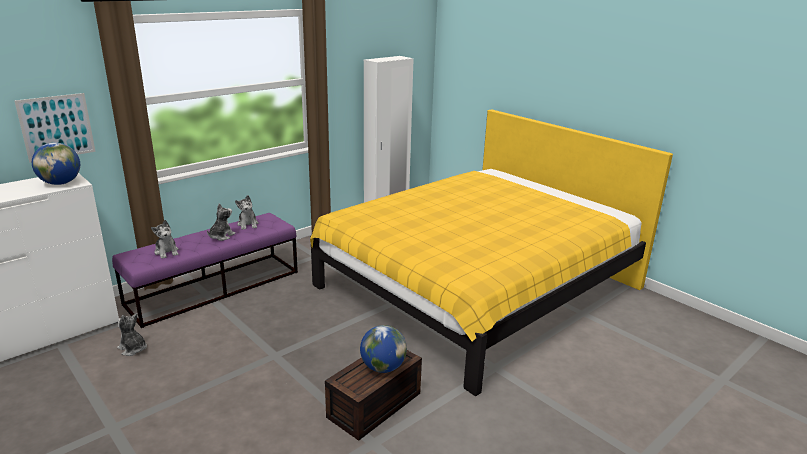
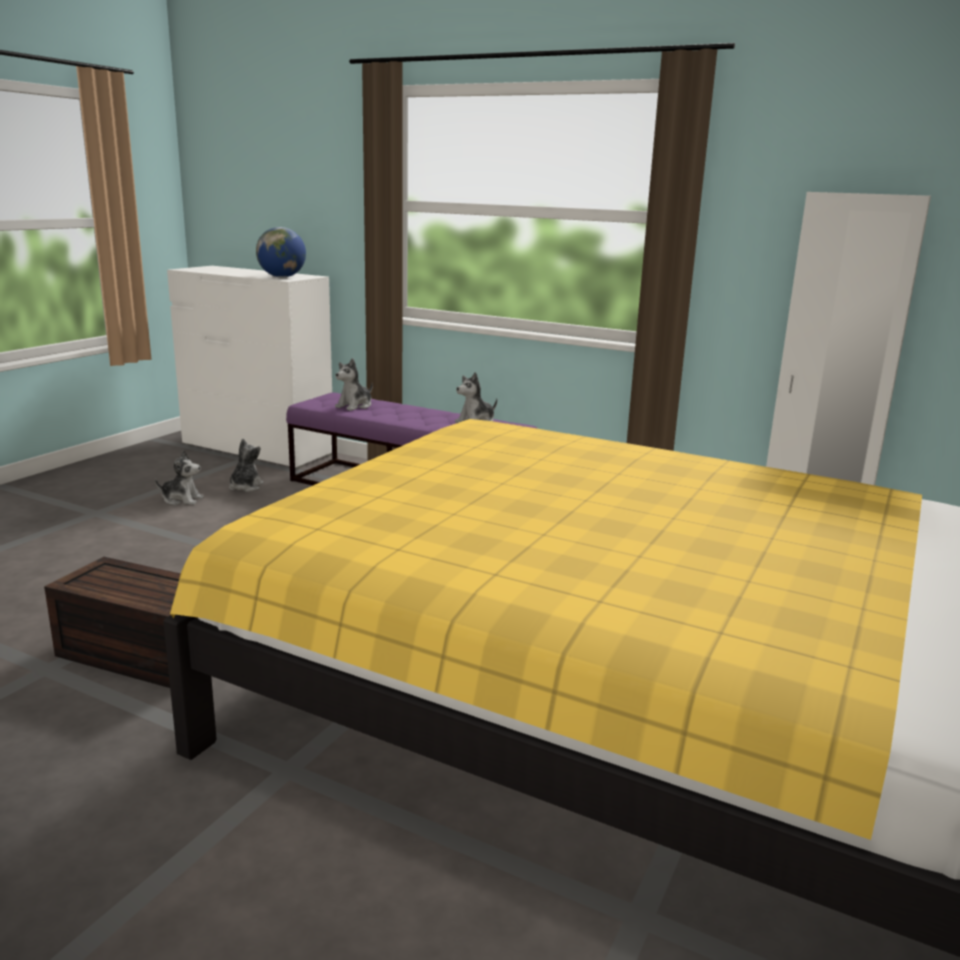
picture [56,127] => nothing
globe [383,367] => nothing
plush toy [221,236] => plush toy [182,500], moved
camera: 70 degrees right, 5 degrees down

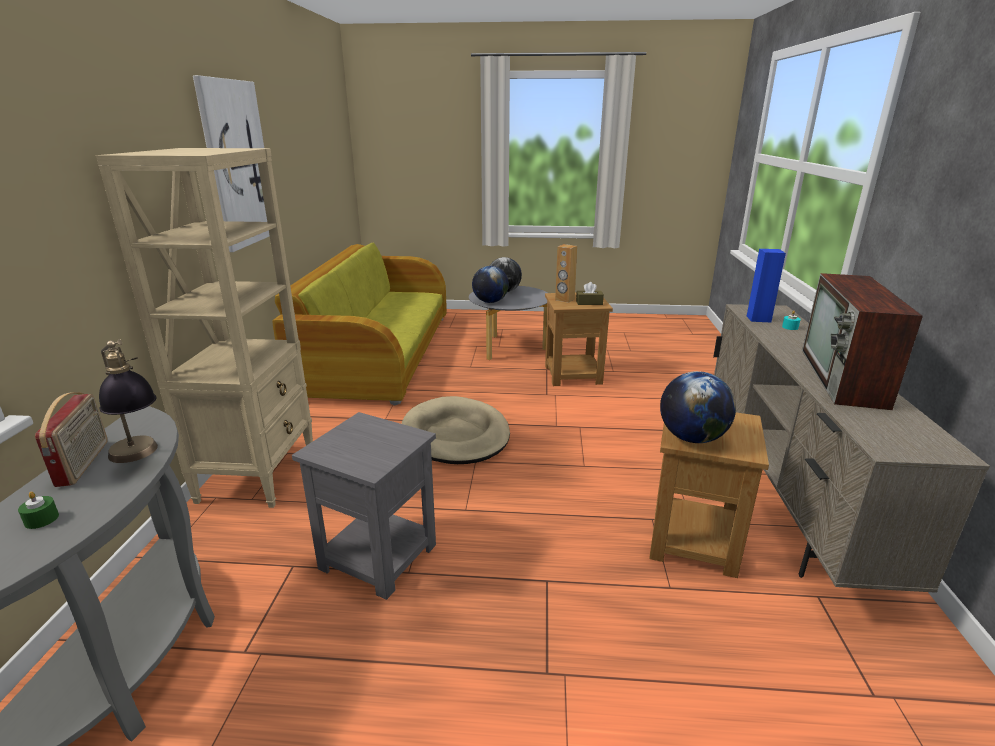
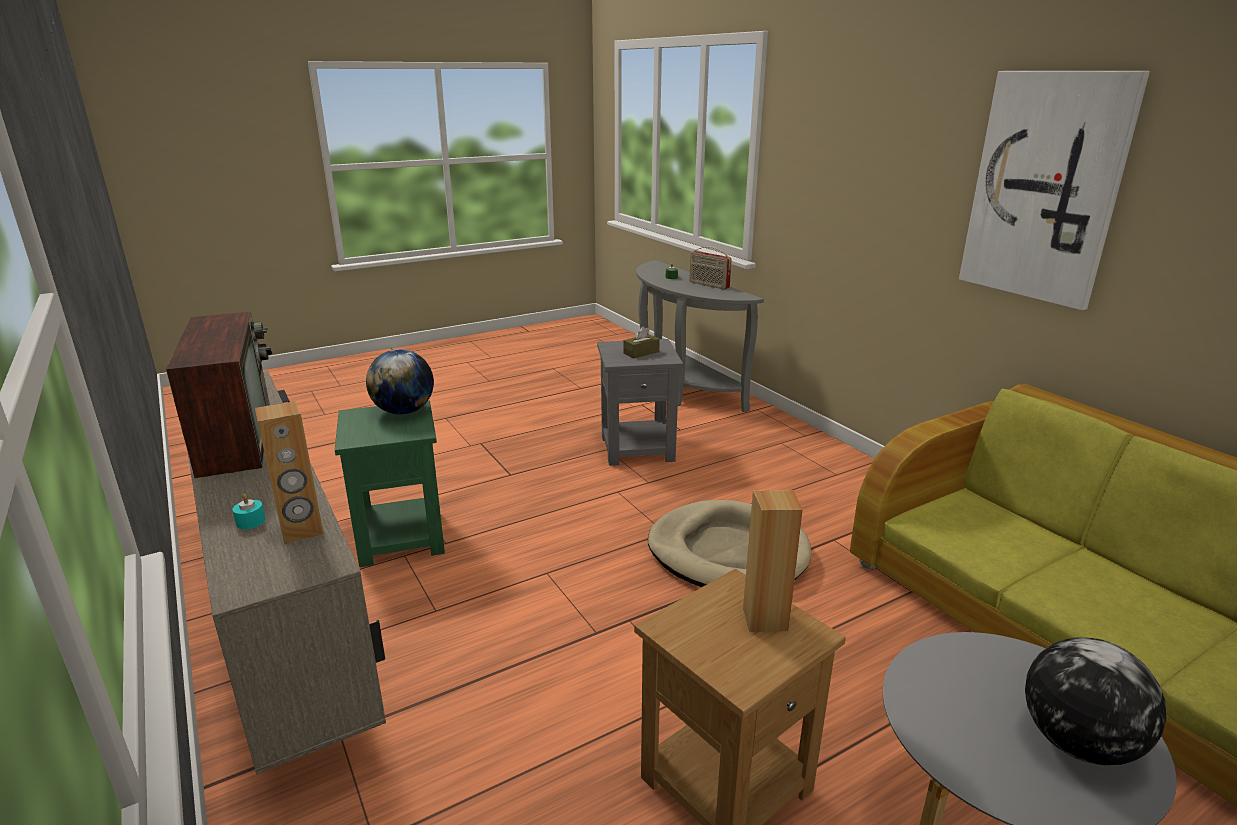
beige bookcase [259,474] => nothing
table lamp [140,458] => nothing
globe [490,302] => nothing
brown tissue box [589,303] => brown tissue box [641,352], moved
brown side table [693,540] => green side table [401,538]
blue speaker [758,319] => brown speaker [302,531]
camera: 145 degrees right, 0 degrees up

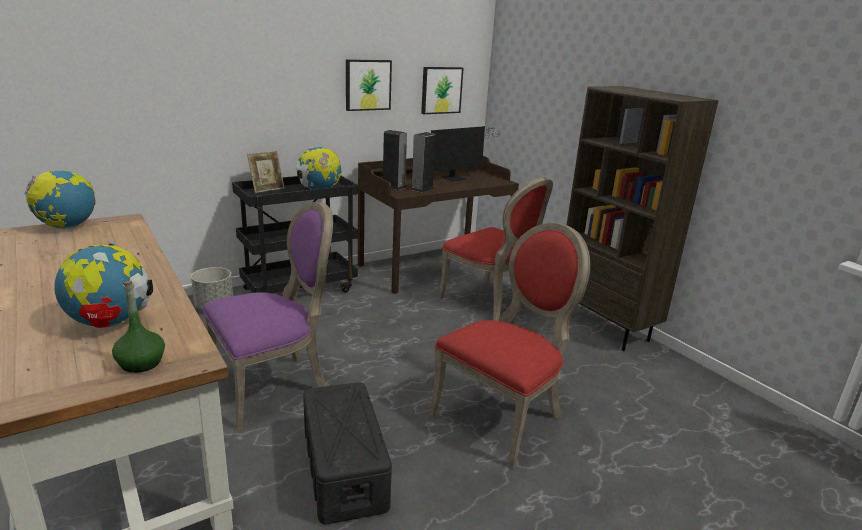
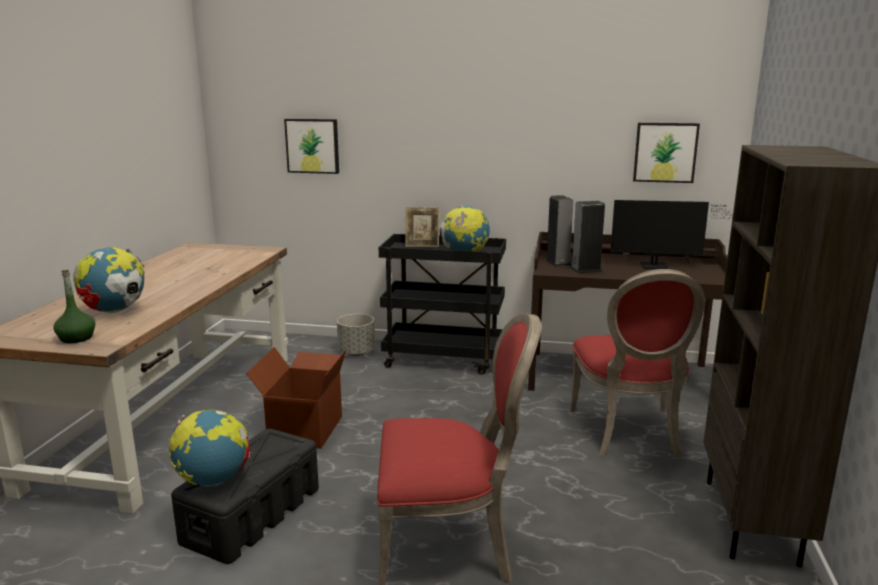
globe [67,227] => globe [213,480], moved
picture [367,85] => picture [313,146], moved
purple chair [274,386] => cardboard box [304,429]
camera: 45 degrees right, 5 degrees down

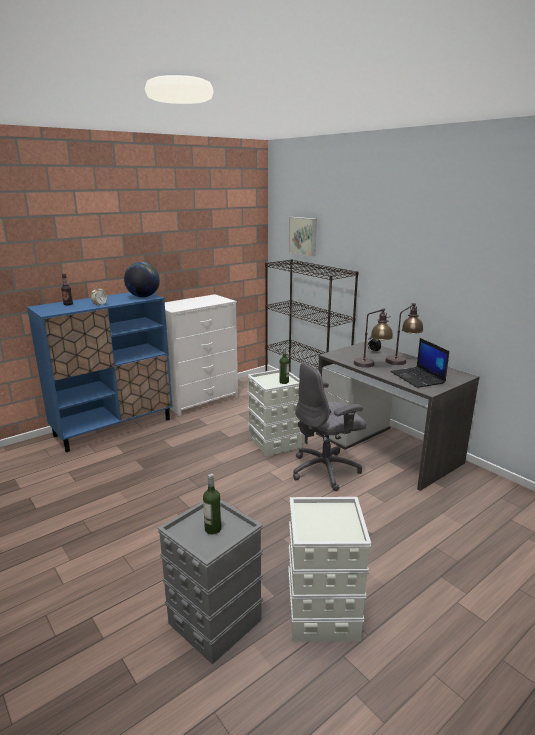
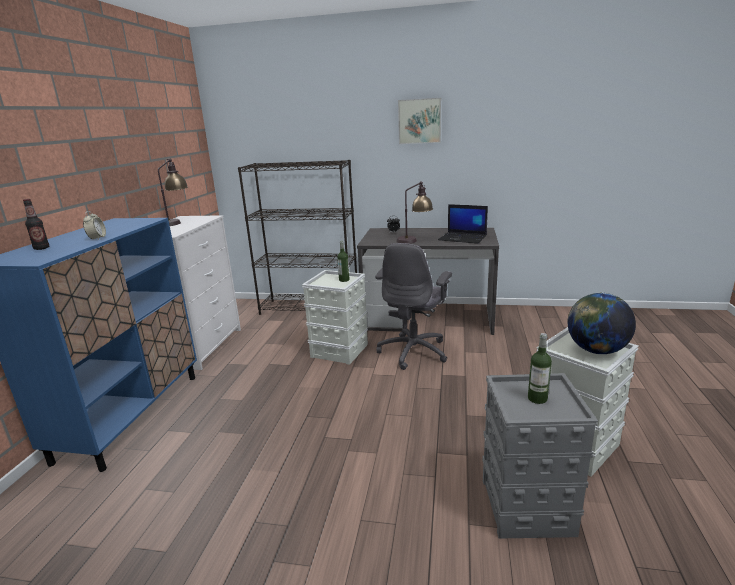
globe [143,297] => globe [596,351], moved
picture [303,236] => picture [419,121], moved
table lamp [402,360] => table lamp [176,222], moved
camera: 40 degrees left, 0 degrees up

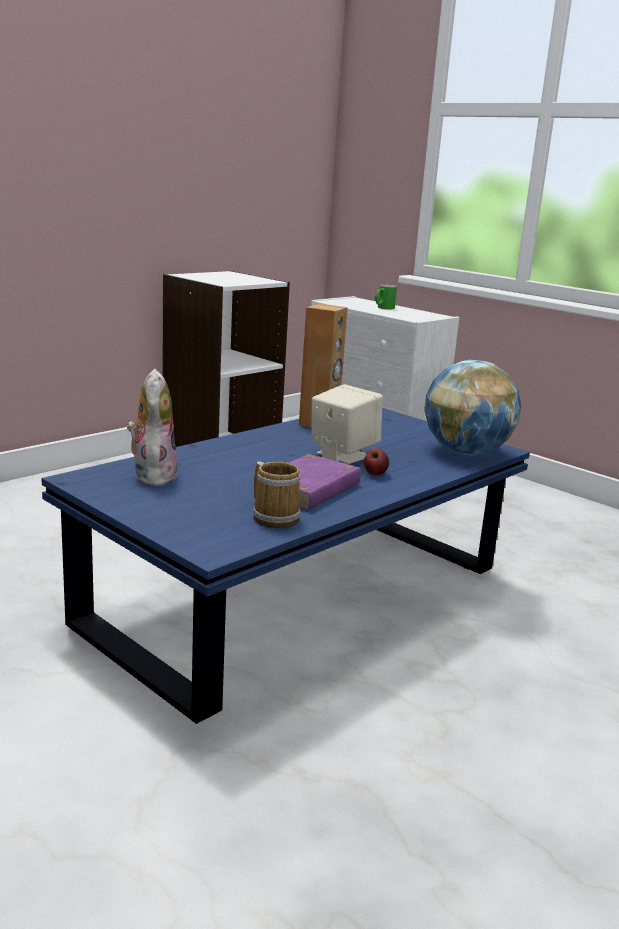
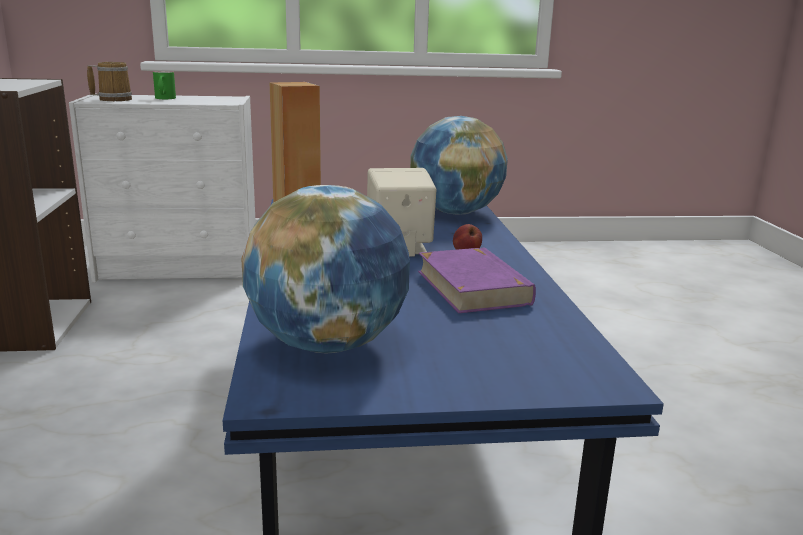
mug [275,517] => mug [113,99], moved
plush toy [152,475] => globe [328,345]
camera: 50 degrees left, 0 degrees up

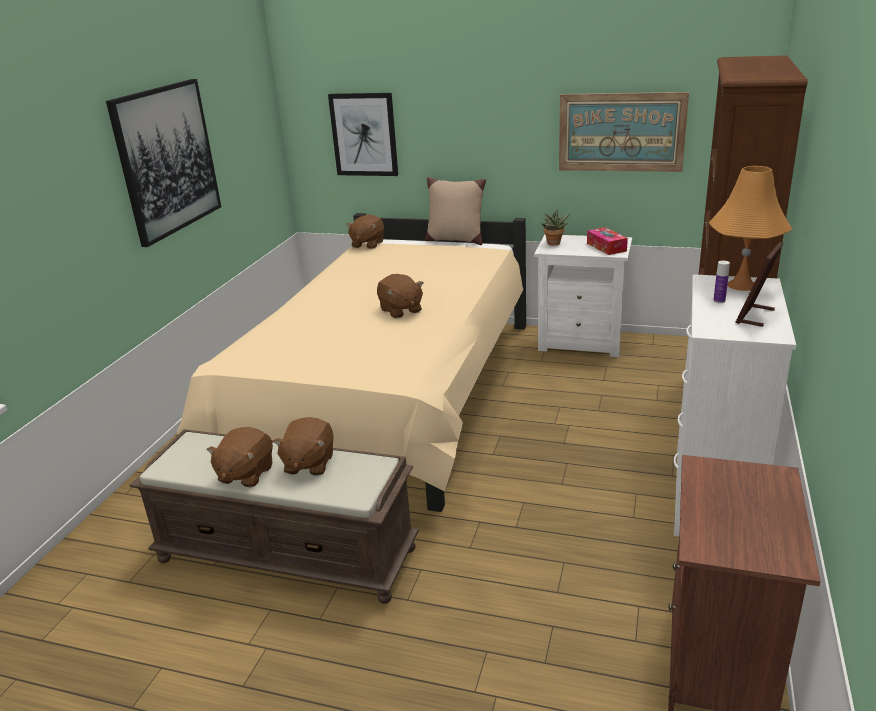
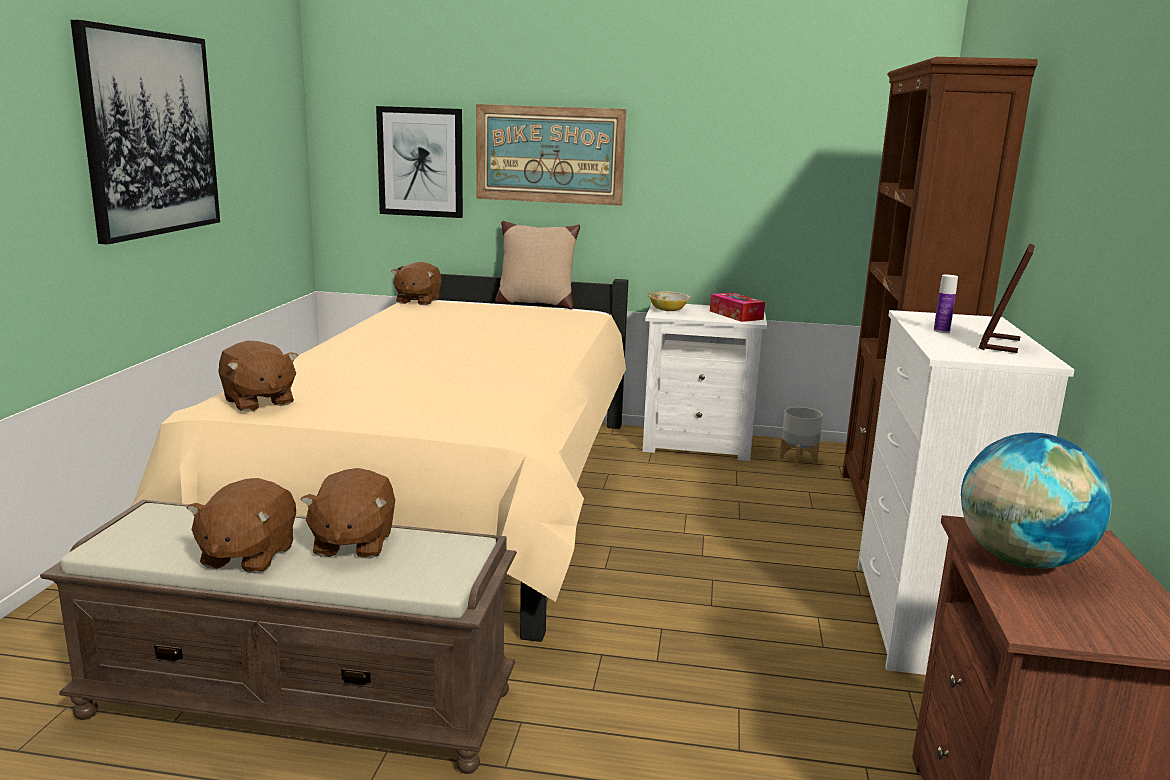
orange table lamp [742,285] => nothing
nothing => grey planter [798,460]
nothing => globe [1021,560]
brown plush toy [400,310] => brown plush toy [258,402], moved
picture [621,132] => picture [549,154], moved
potted plant [554,244] => bowl [668,310]
camera: 10 degrees left, 10 degrees down

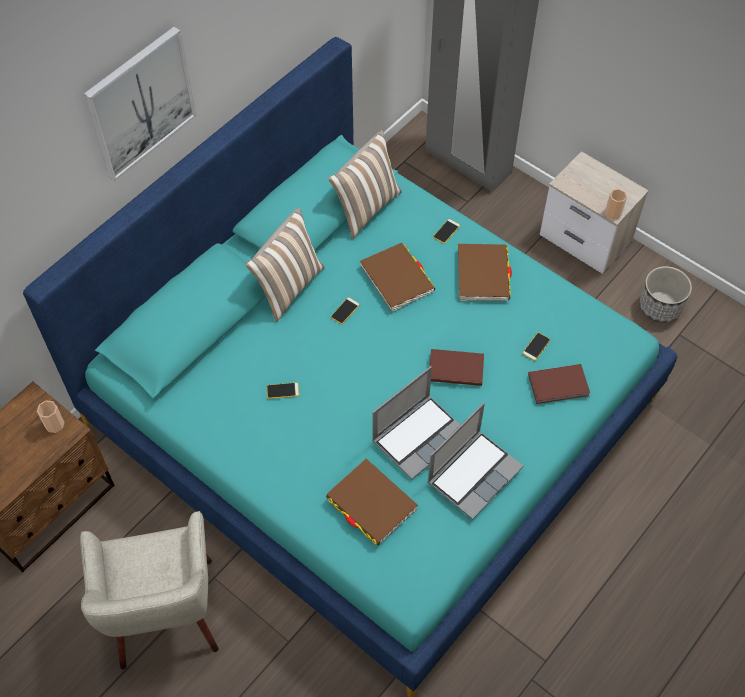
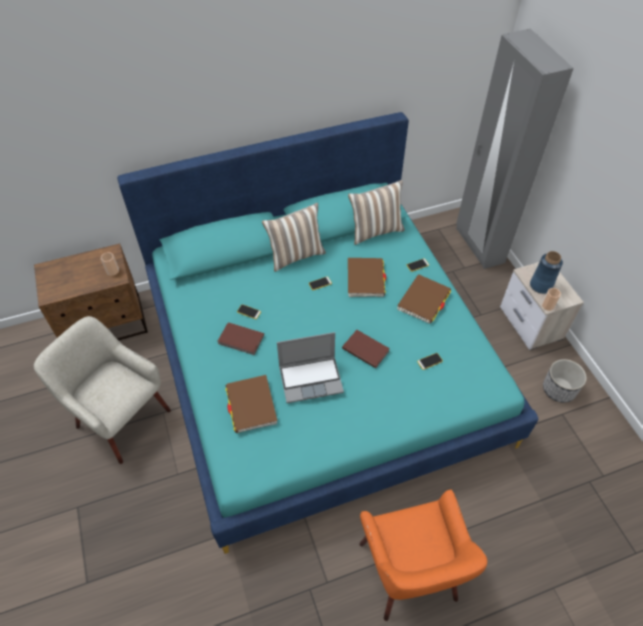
picture [140,103] => nothing
laptop [474,473] => nothing
nothing => orange armchair [409,571]
nothing => blue vase [541,285]
brown book [559,386] => brown book [241,340], moved
beige armchair [165,614] => beige armchair [121,418], 105 degrees clockwise
camera: 30 degrees right, 5 degrees down

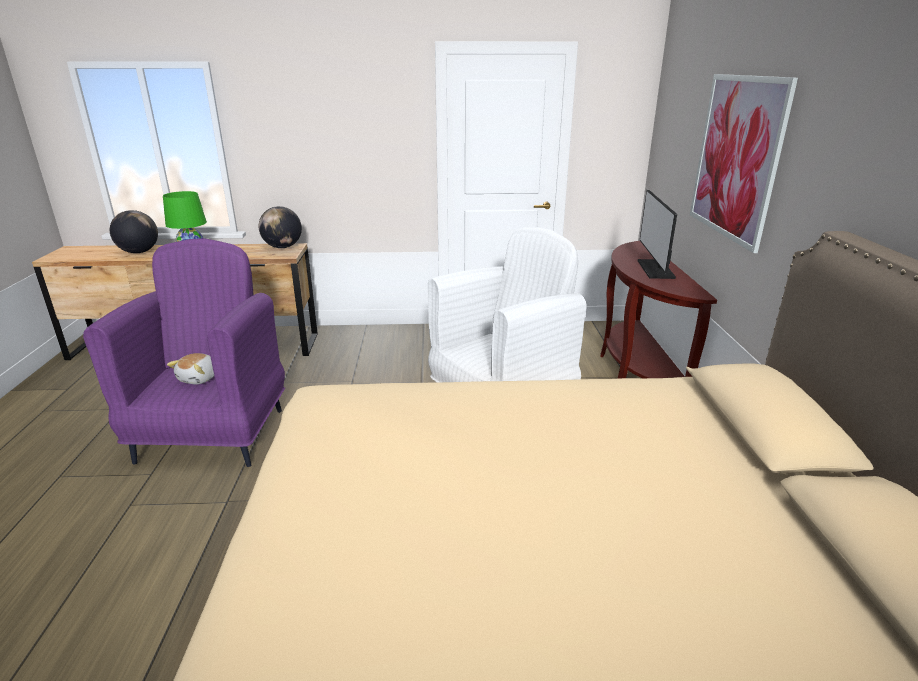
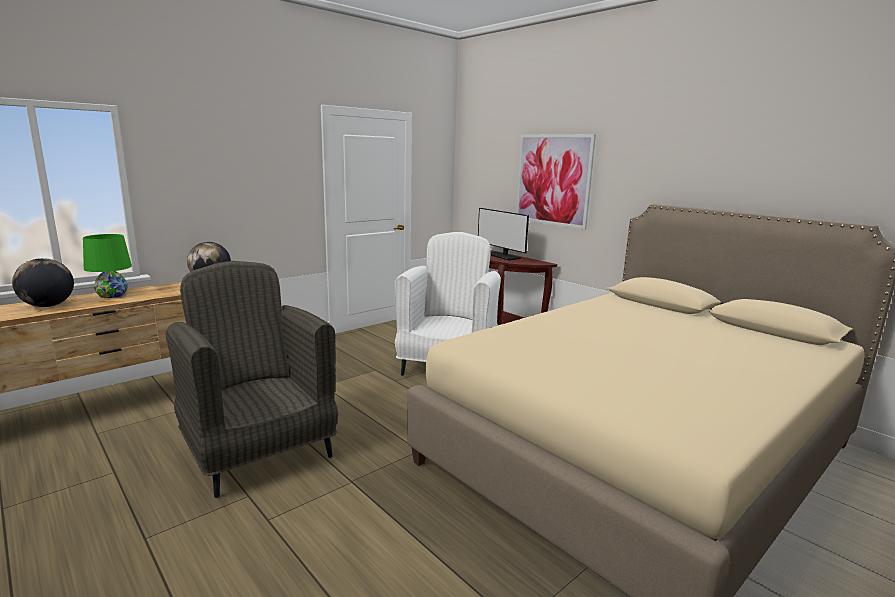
plush toy [200,378] => nothing
purple armchair [213,434] => grey armchair [259,451]
camera: 40 degrees left, 10 degrees down

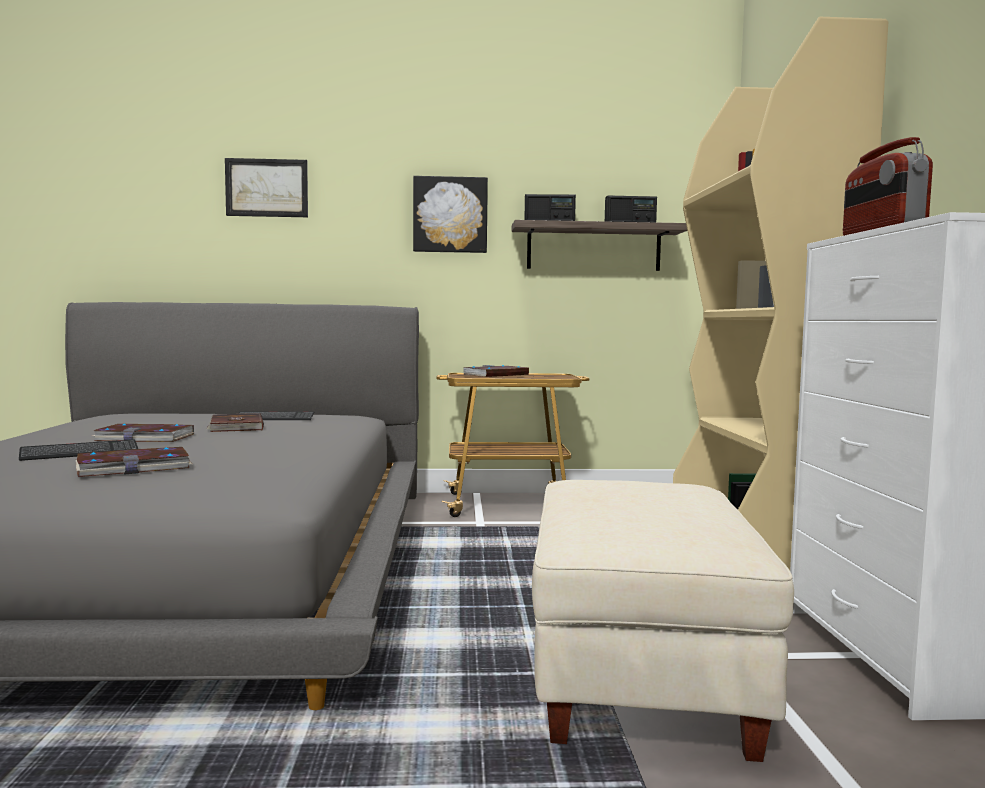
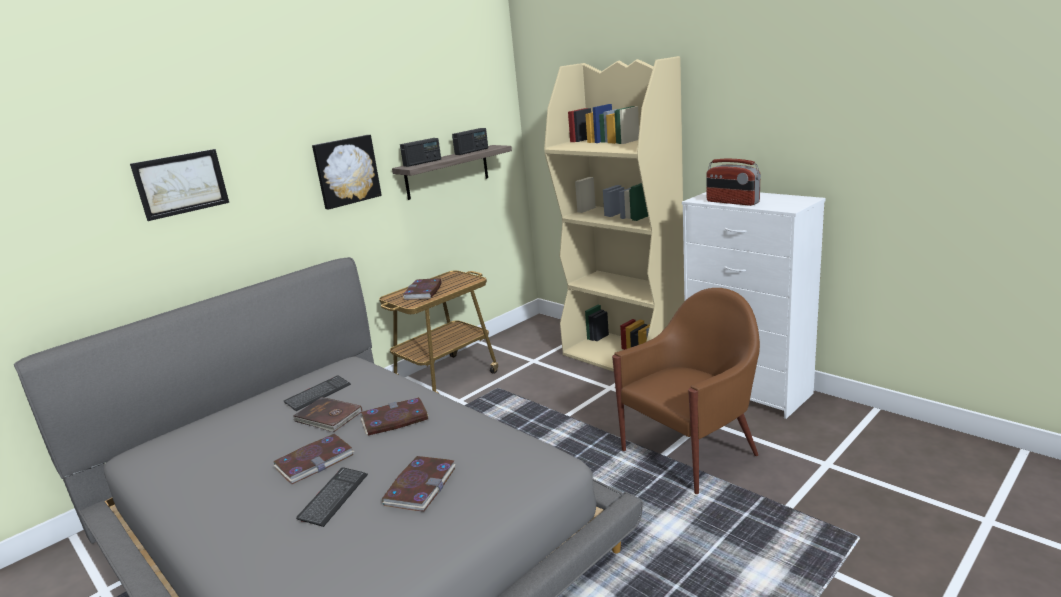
nothing => book [394,419]
beige ottoman [642,674] => brown armchair [691,452]
camera: 40 degrees left, 15 degrees up

